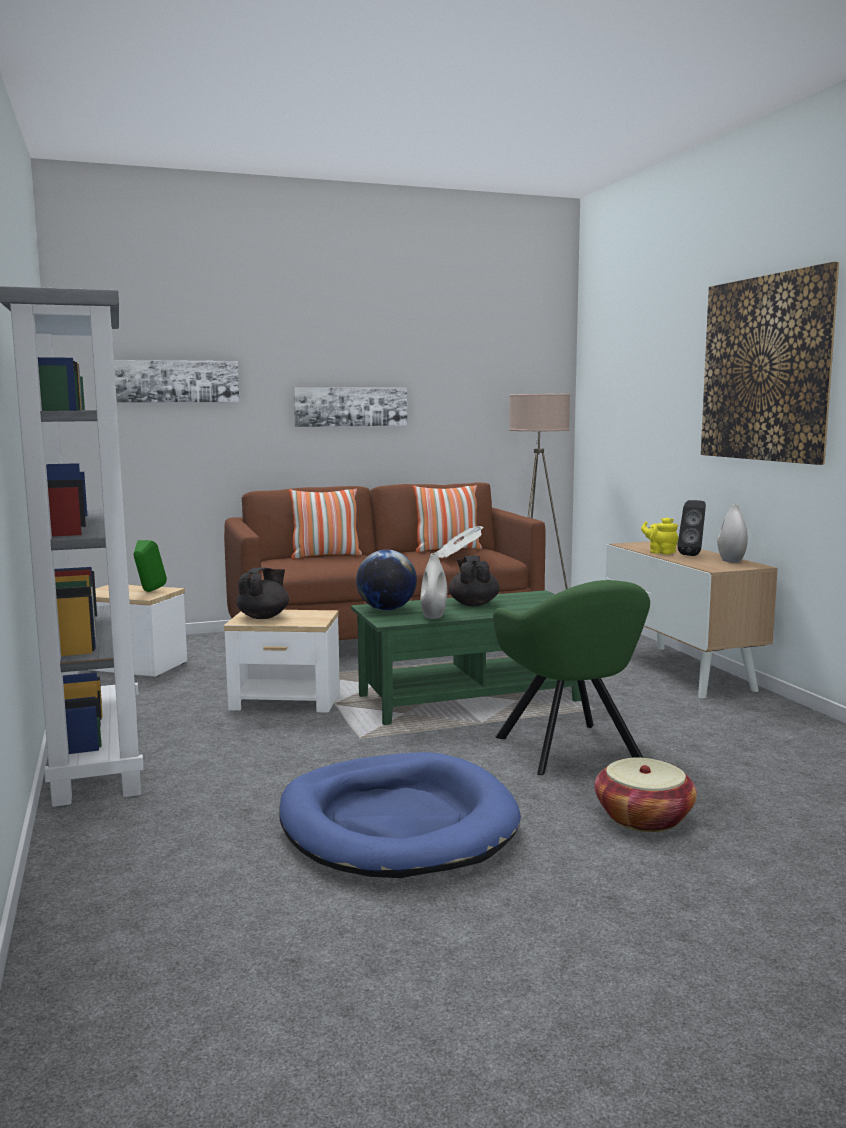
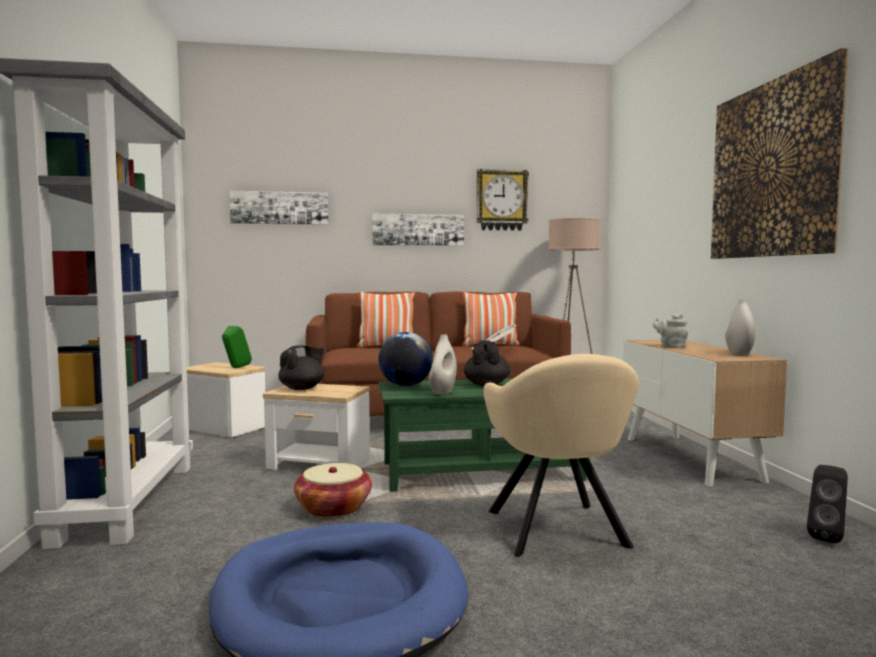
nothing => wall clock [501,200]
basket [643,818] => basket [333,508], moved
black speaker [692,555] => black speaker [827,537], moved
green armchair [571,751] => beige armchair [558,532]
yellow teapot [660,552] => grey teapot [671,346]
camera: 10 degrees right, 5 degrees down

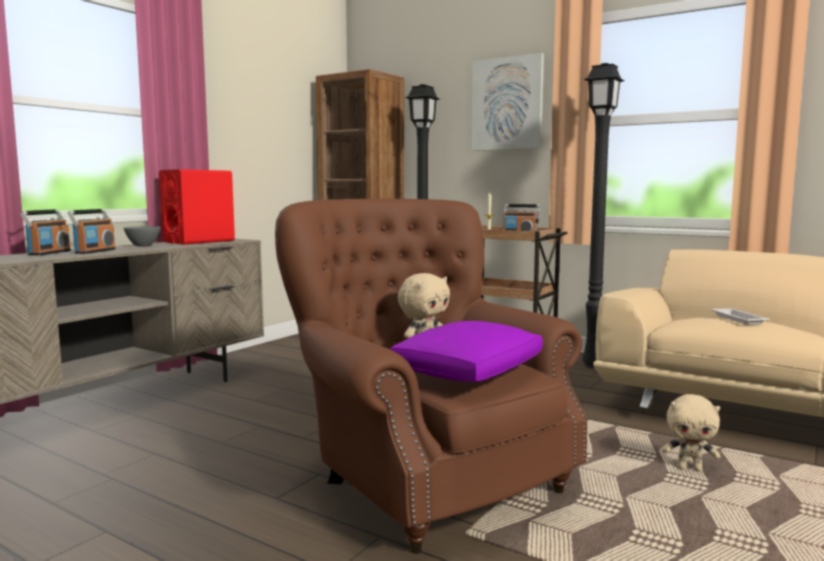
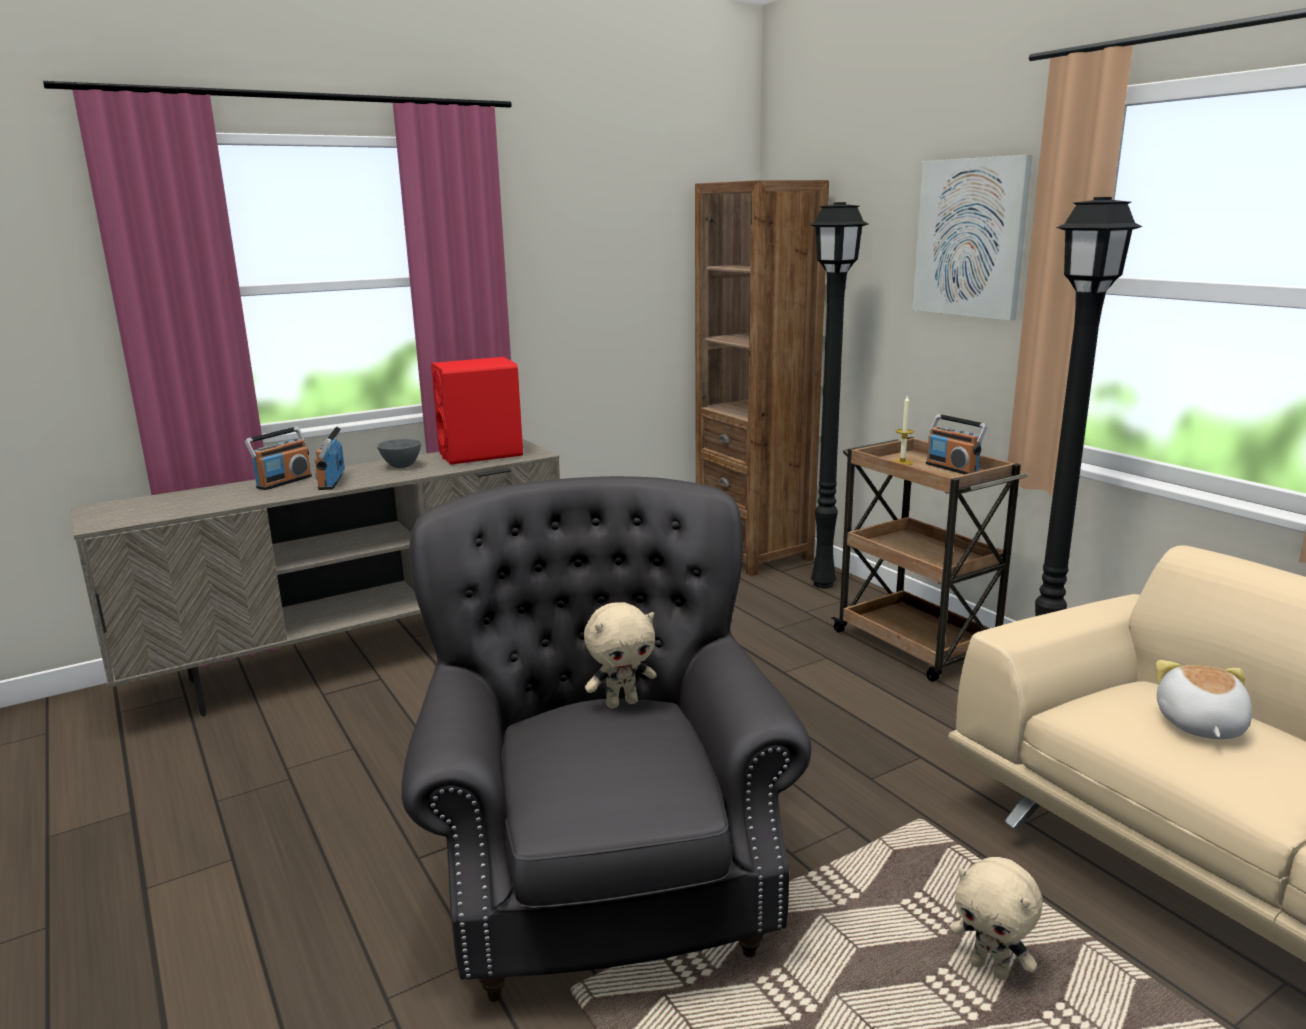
purple pillow [469,371] => nothing
white tray [737,319] => plush toy [1199,725]
brown armchair [427,479] => grey armchair [605,876]
radio [95,251] => radio [331,482], 135 degrees clockwise
camera: 25 degrees right, 10 degrees up

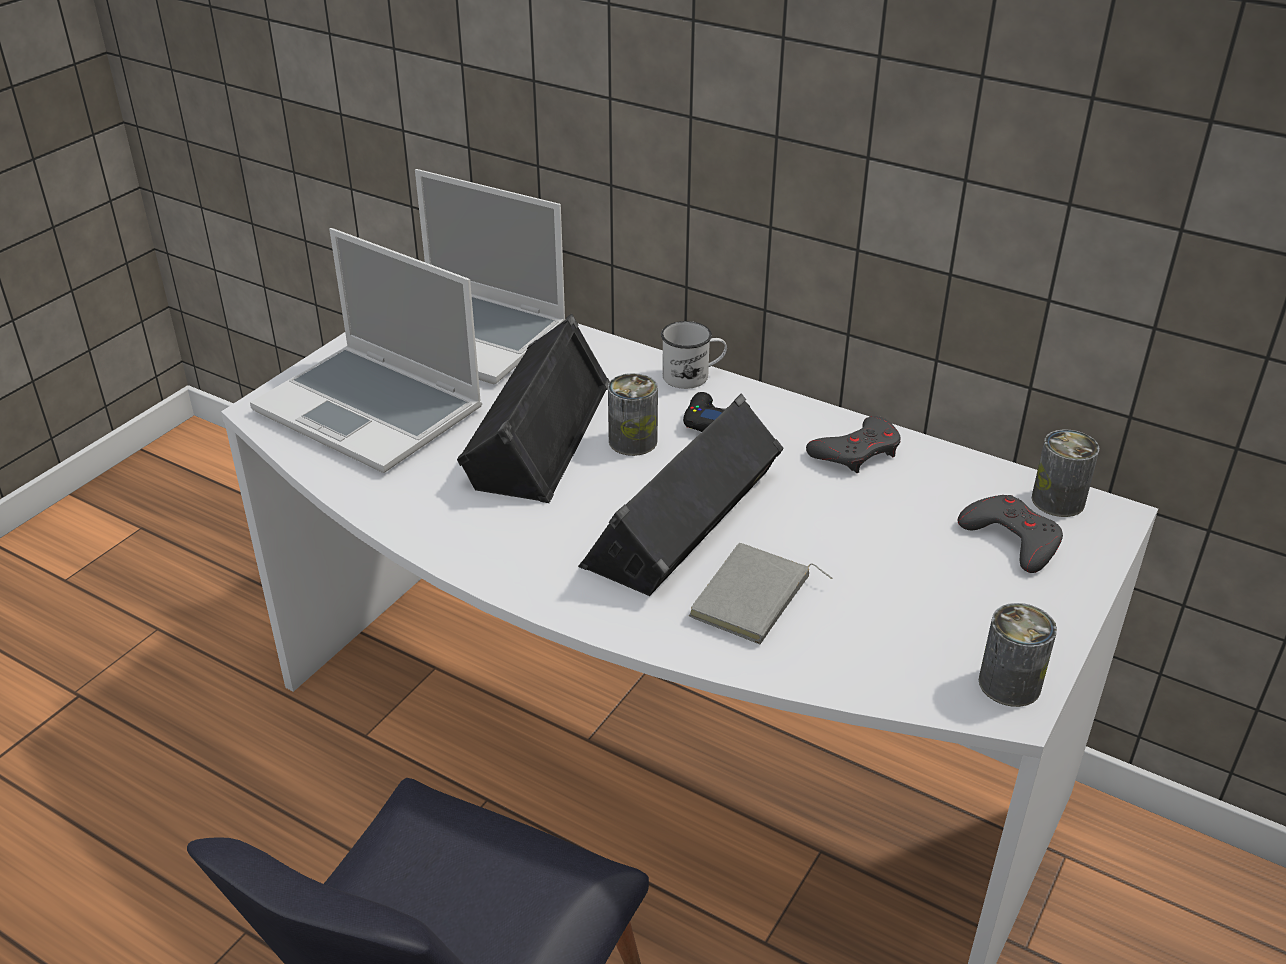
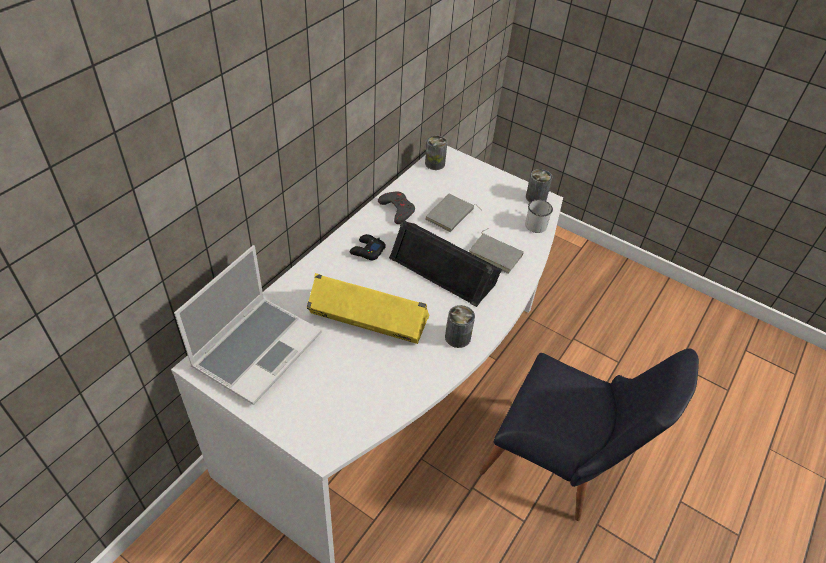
laptop [373,411] => nothing
grey game controller [1012,539] => nothing
nothing => grey book [450,215]
can [633,441] => can [457,337], moved
white mug [693,376] => white mug [534,223], moved
black speaker [535,432] => yellow speaker [368,318]
camera: 90 degrees left, 10 degrees up

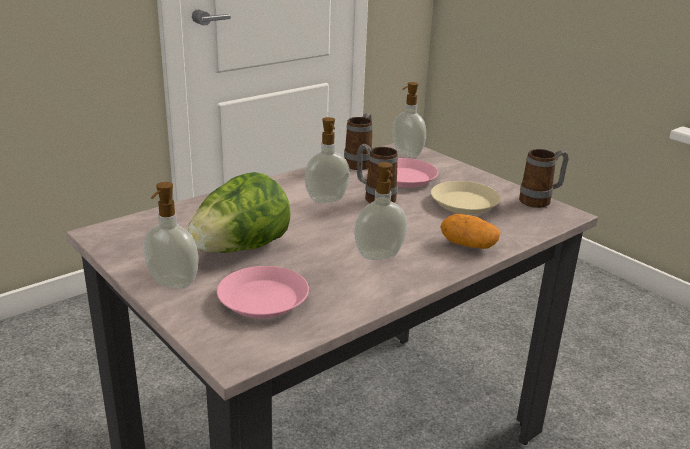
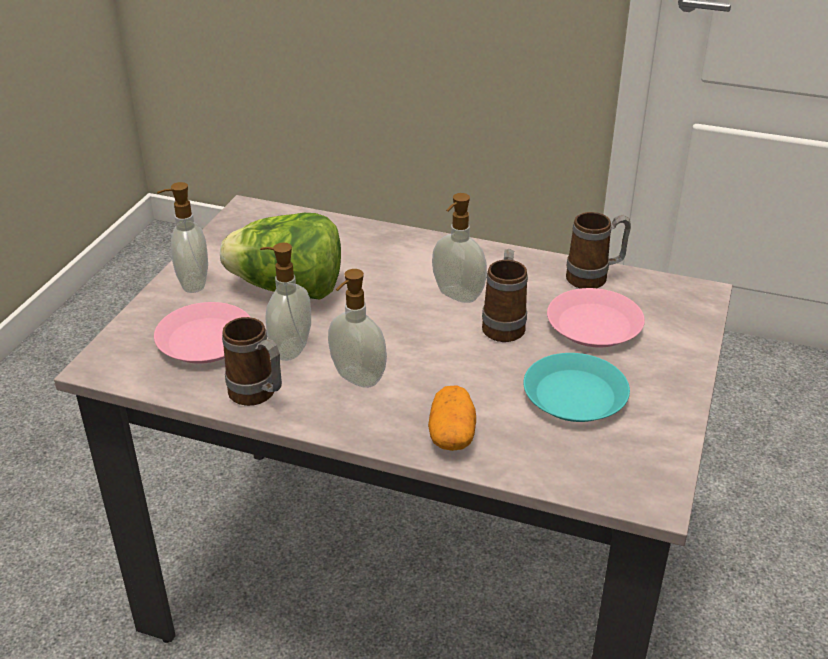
soap dispenser [406,154] => soap dispenser [289,349], moved
mug [540,201] => mug [258,396], moved
beige plate [464,203] => turquoise plate [575,395]
camera: 60 degrees right, 10 degrees up

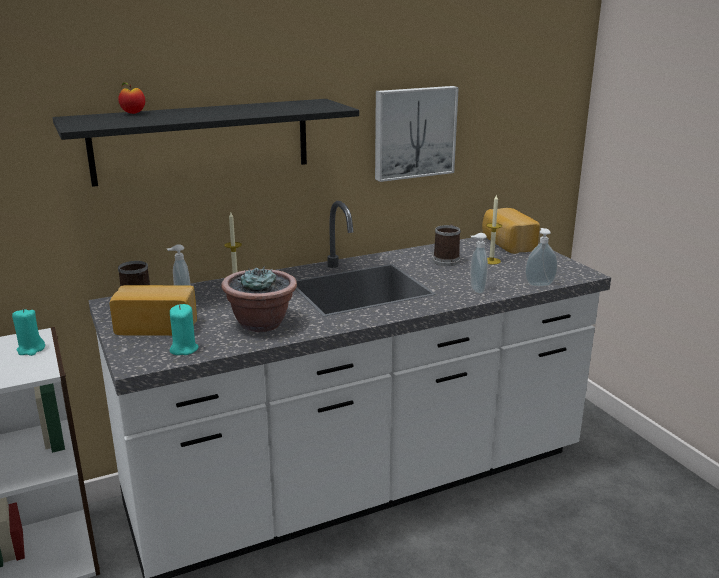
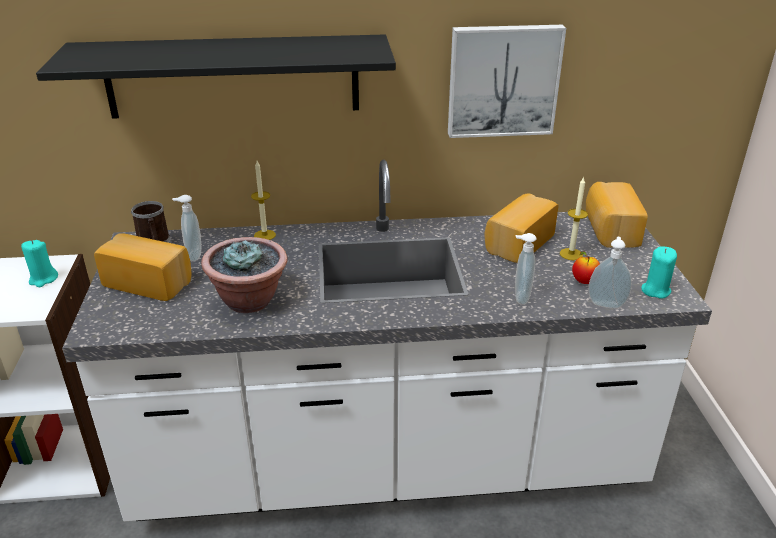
apple [133,113] => apple [584,281], moved
turquoise candle [184,349] => turquoise candle [655,290], moved
mug [446,260] => bread [517,243]
camera: 20 degrees right, 10 degrees up

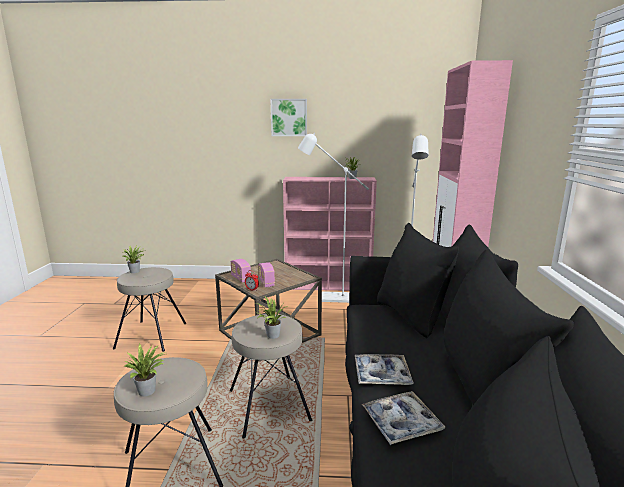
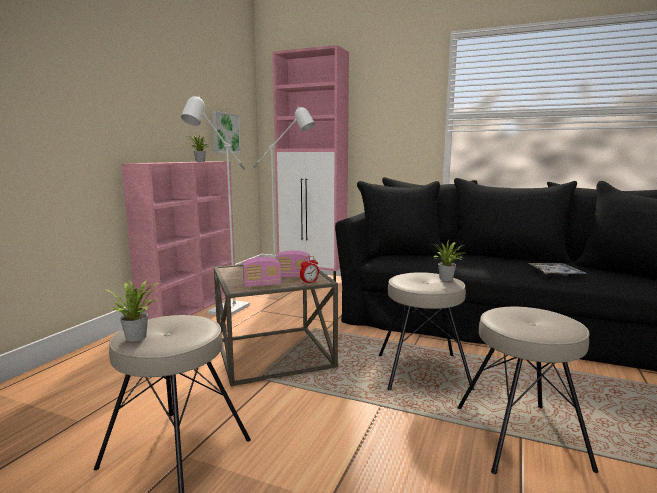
potted plant [149,391] => nothing
tray [381,375] => nothing
picture [289,117] => picture [224,133], moved
camera: 70 degrees left, 5 degrees down

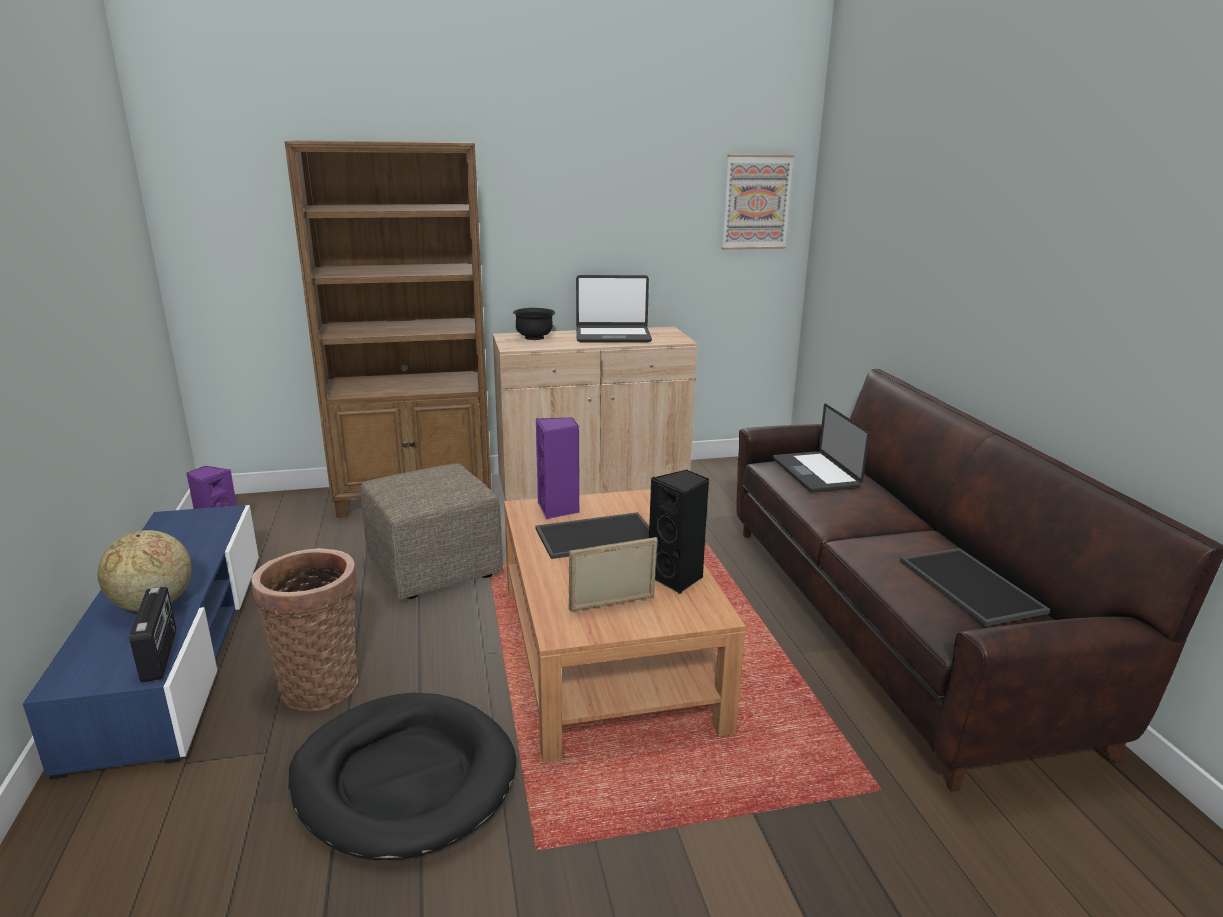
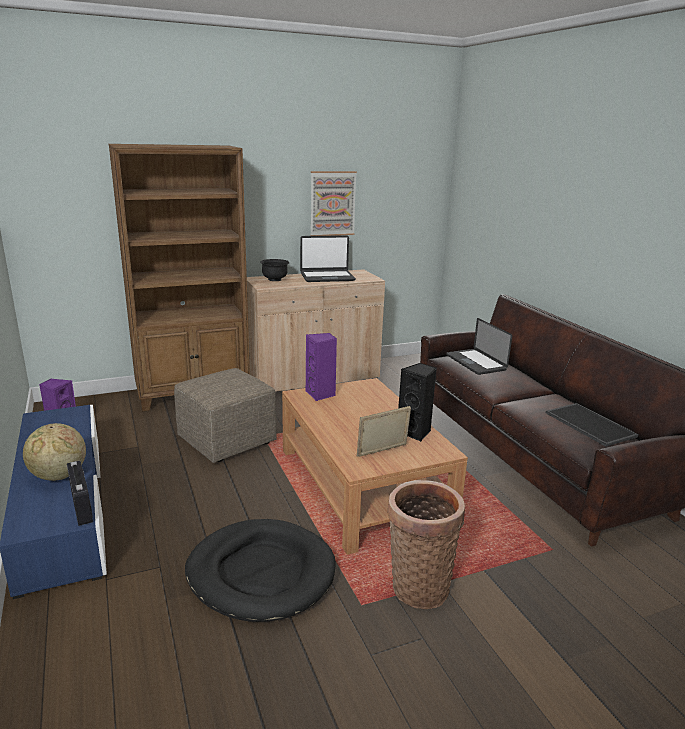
tray [597,535] => nothing
basket [320,683] => basket [418,585], moved
picture [756,202] => picture [332,203], moved
camera: 10 degrees left, 0 degrees up

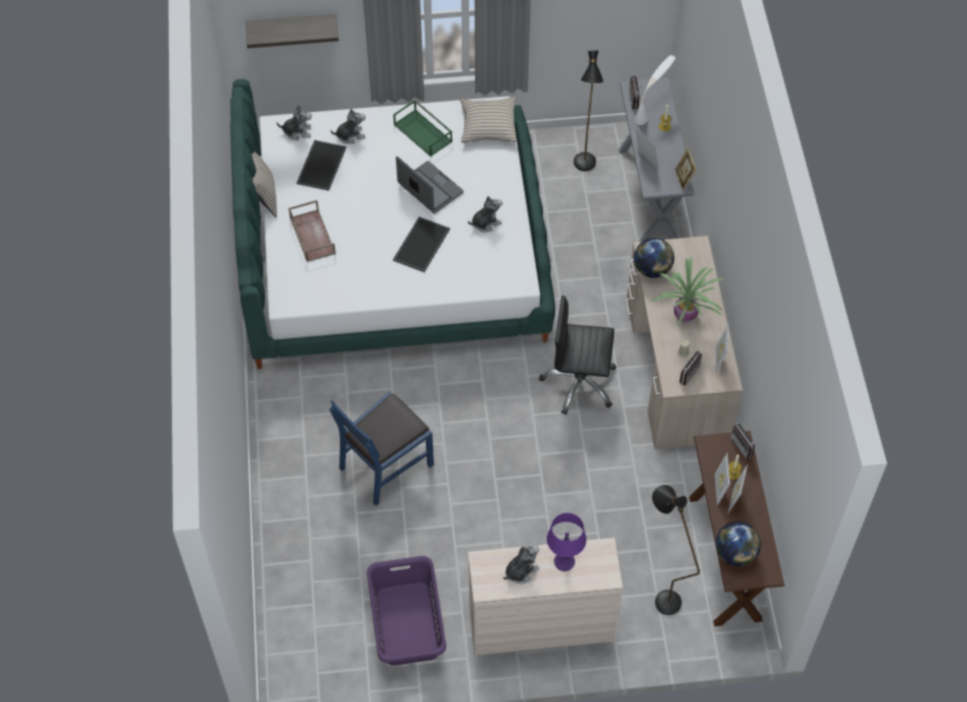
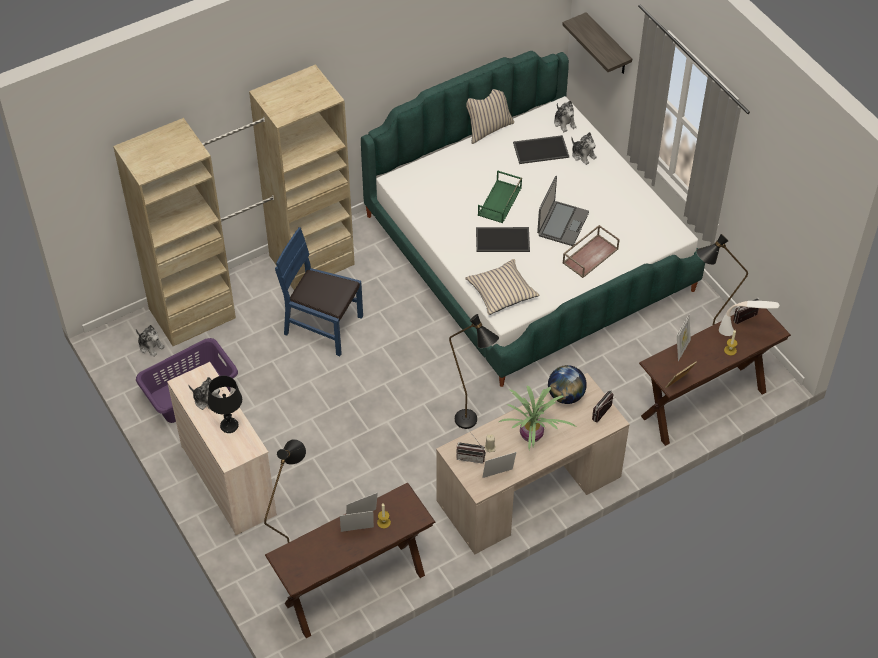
globe [735,553] => nothing
nothing => beige wardrobe [253,286]
brown tray [311,235] => brown tray [590,255], moved
green tray [423,133] => green tray [500,202], moved
beige pillow [488,125] => beige pillow [501,291], moved
plush toy [485,223] => plush toy [150,346], moved
radio [744,446] => radio [604,415], moved
black office chair [579,383] => black floor lamp [472,424]
purple table lamp [564,562] => black table lamp [229,426]
grey console table [648,196] => brown console table [703,404]
camera: 65 degrees right, 5 degrees down

